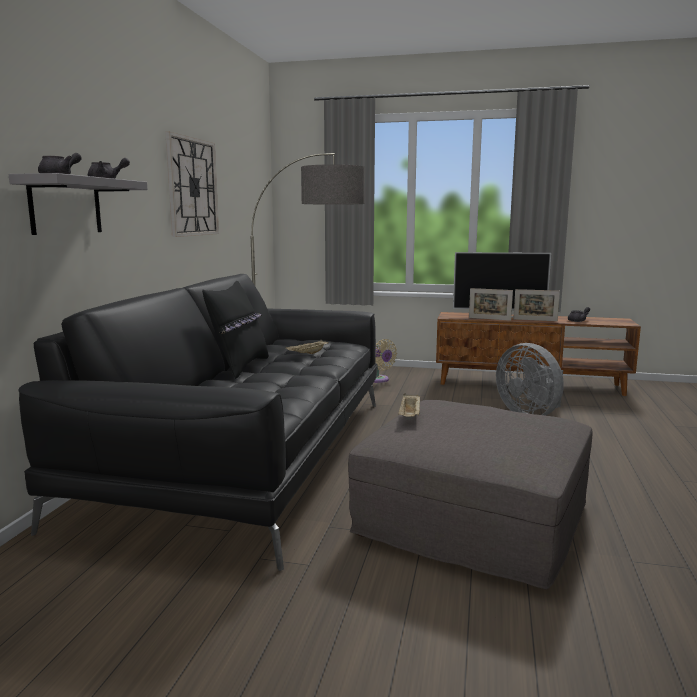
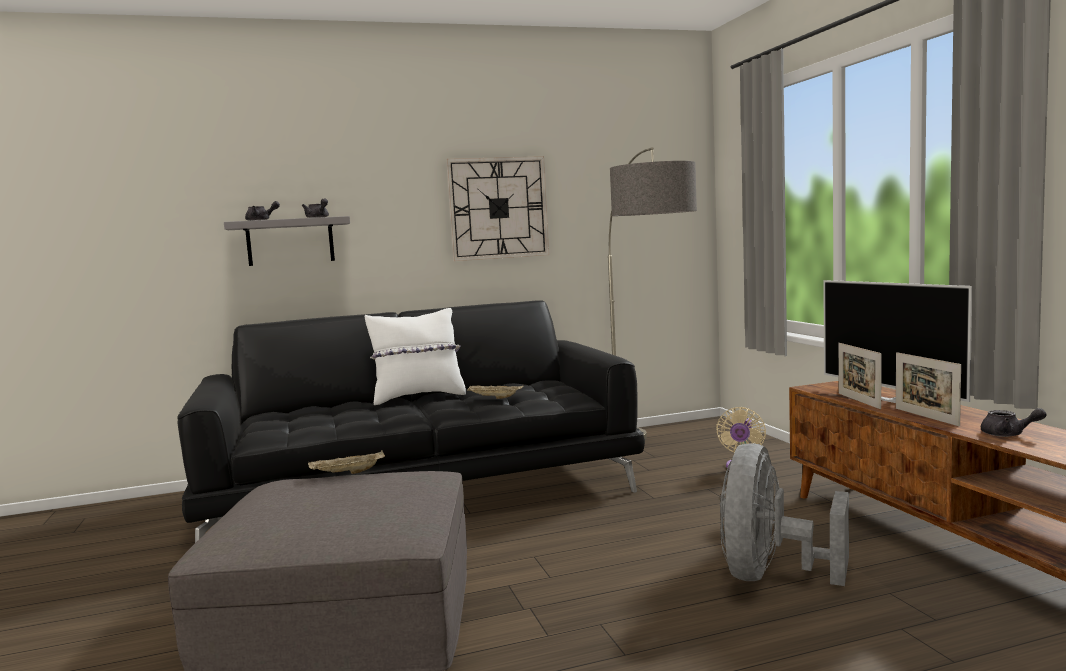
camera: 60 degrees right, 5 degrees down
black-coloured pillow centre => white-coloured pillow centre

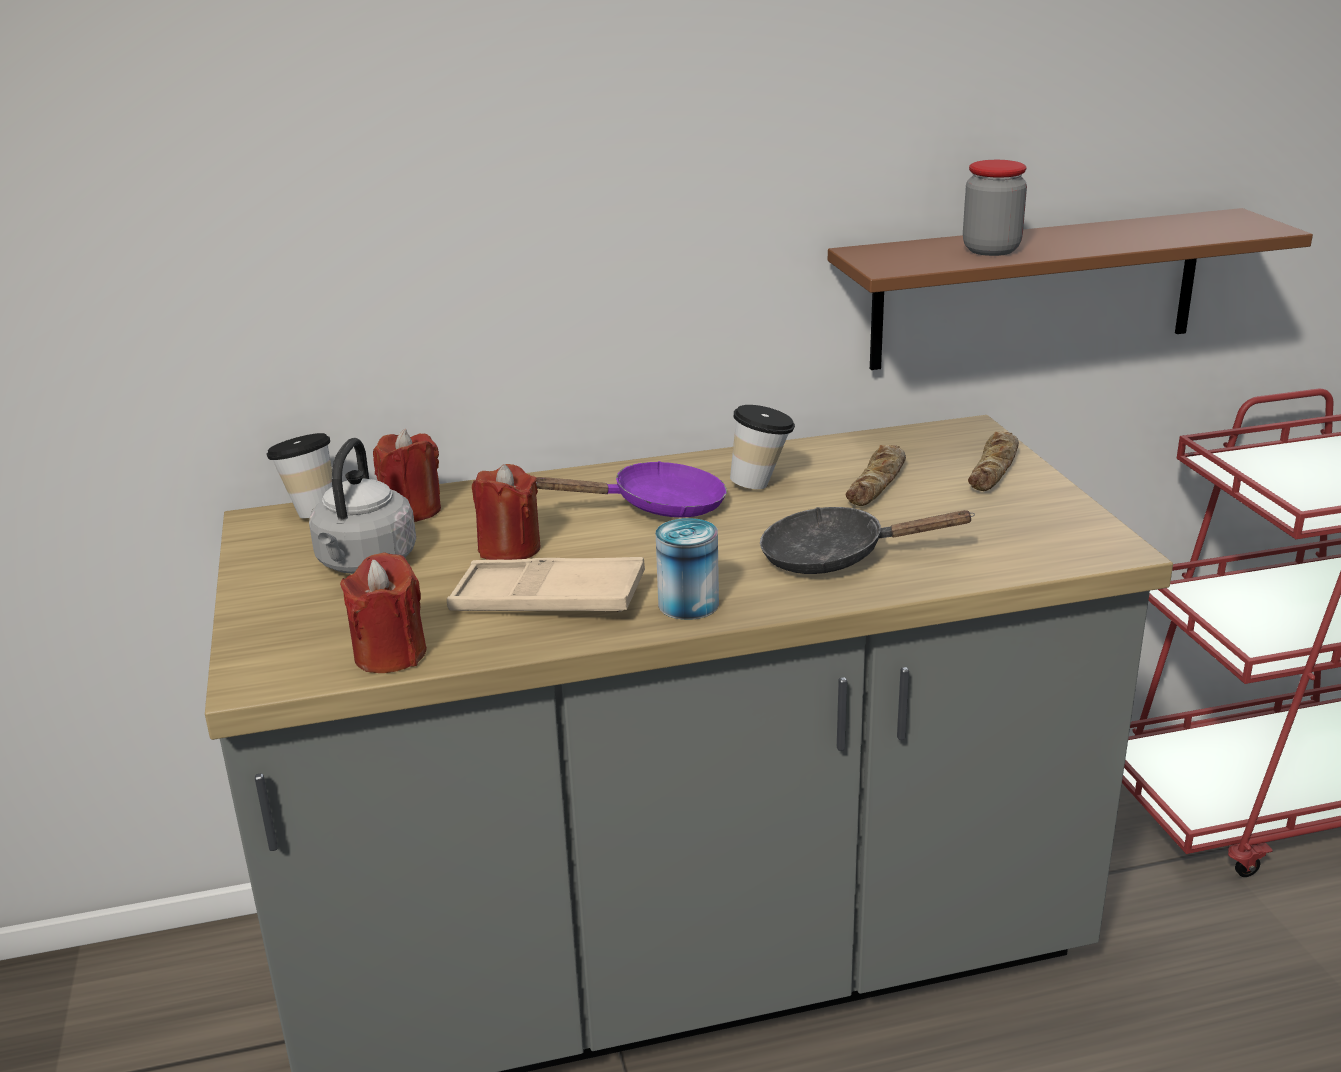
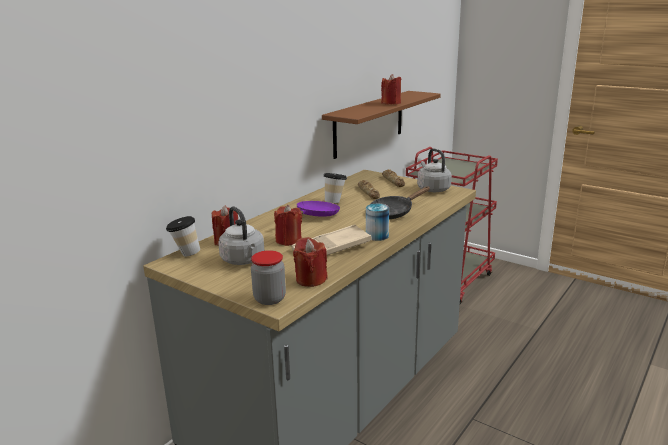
camera: 40 degrees left, 5 degrees down
jar top right => jar centre, move
nothing => reddish wax candle (4th from left) top centre
nothing => greyish kettle (2nd from left) centre

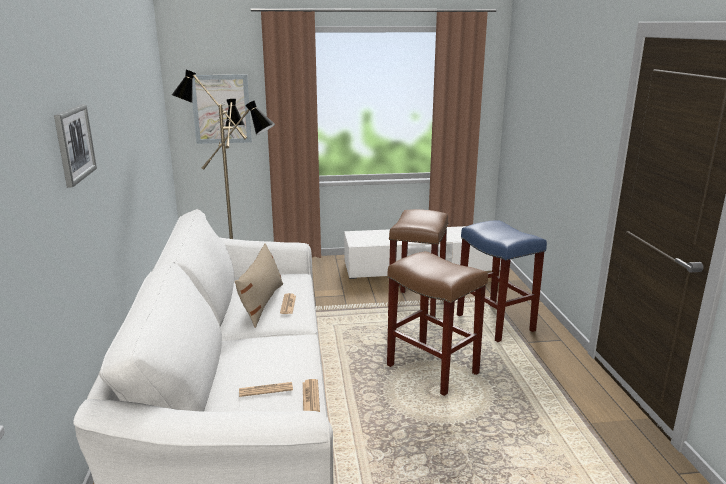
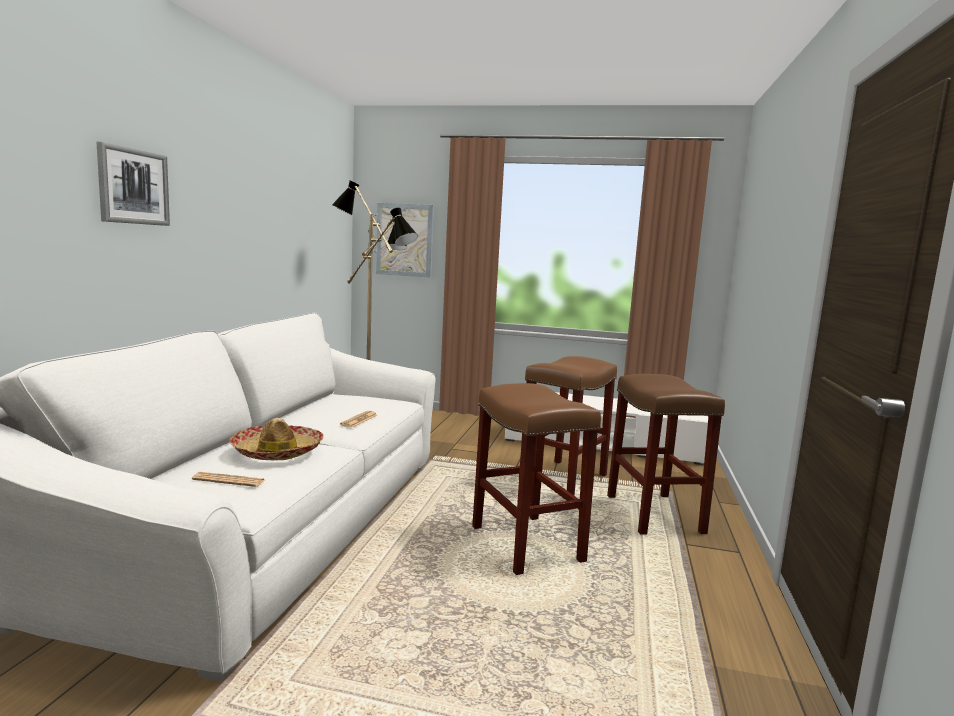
camera: 20 degrees right, 10 degrees down
blue sitting stool middle right => brown-coloured sitting stool (3rd from left) middle right
beige pillow centre => nothing
printed paper (3rd from left) bottom centre => nothing
nothing => clothing hat middle left

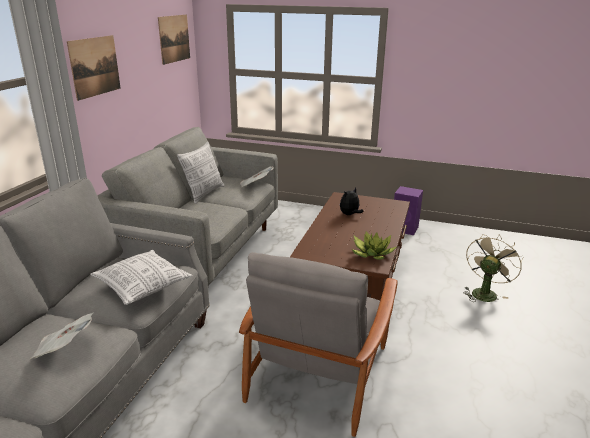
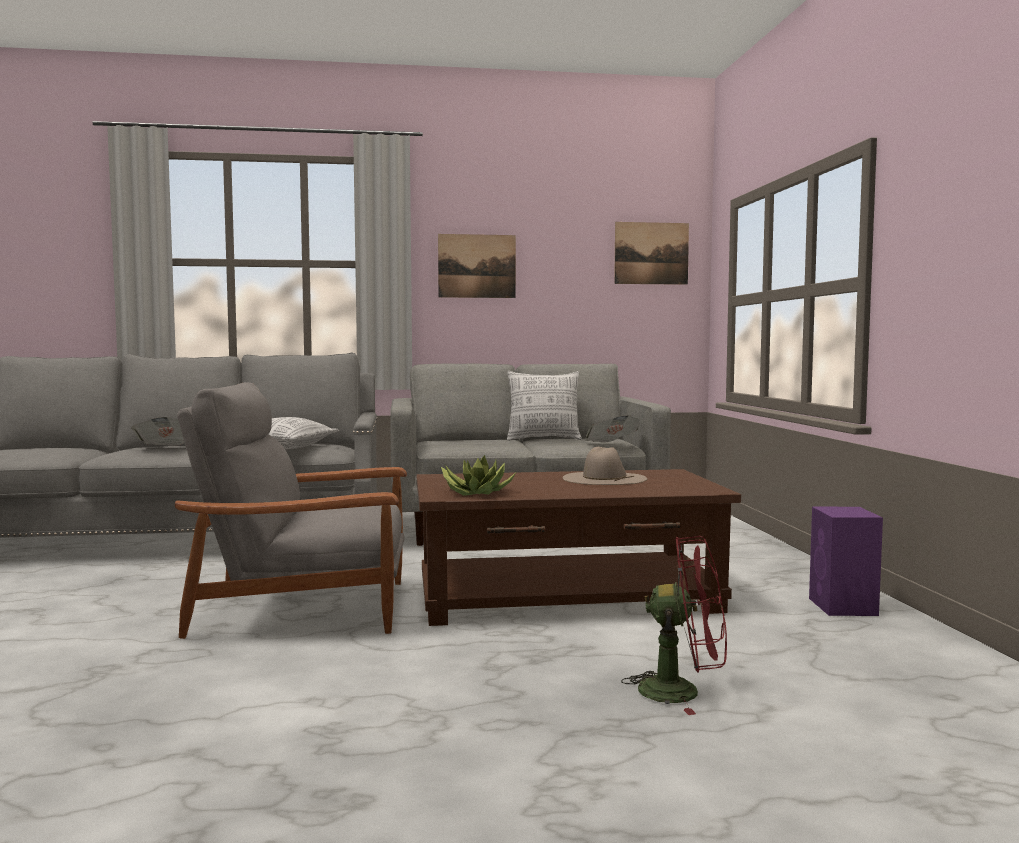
camera: 65 degrees right, 20 degrees down
plush toy centre => beige clothing hat centre
beige cooling fan middle right => reddish cooling fan bottom centre

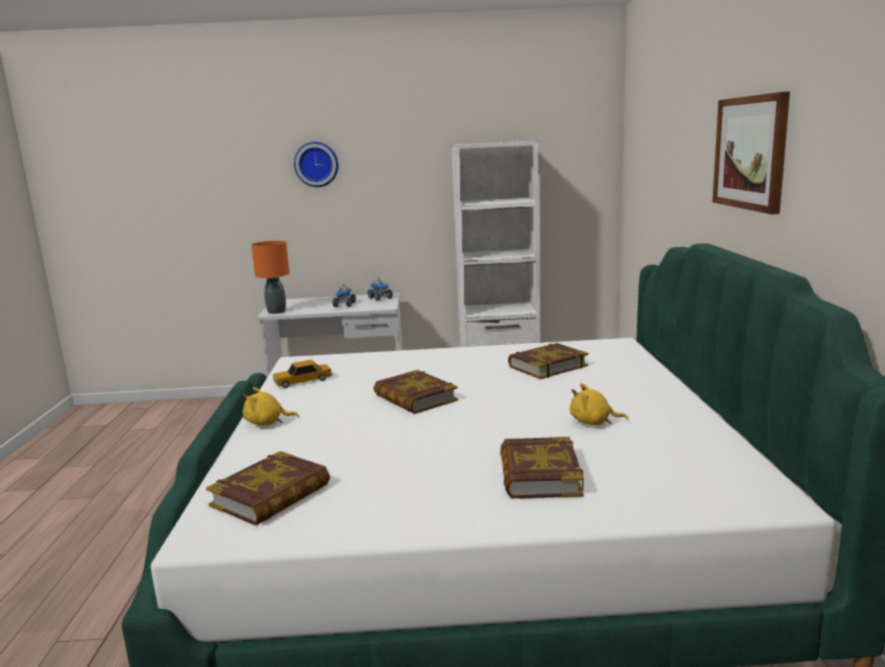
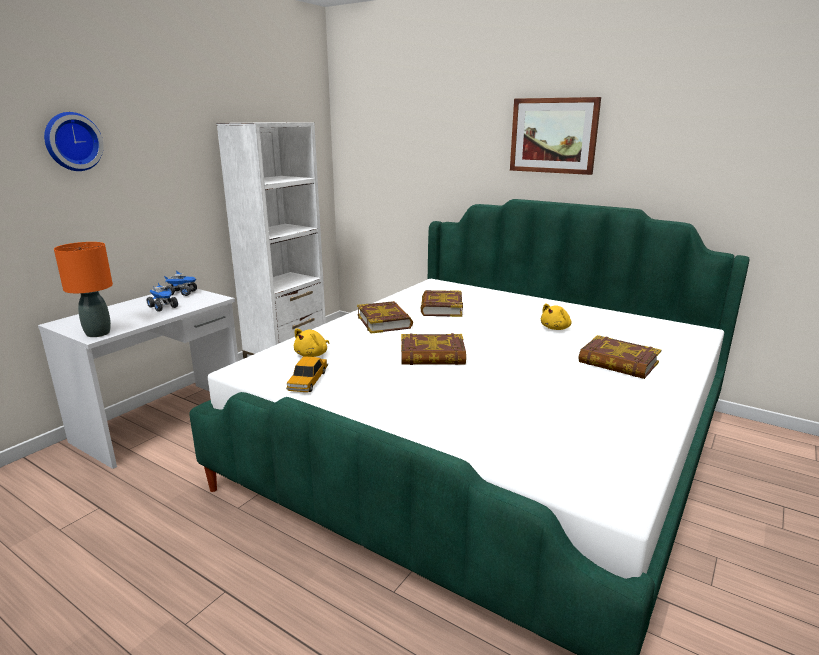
camera: 55 degrees left, 5 degrees up
yellow plush toy (1st from left) middle left => yellow plush toy (1st from left) centre, move
volume (1st from left) bottom left => volume (1st from left) centre, move

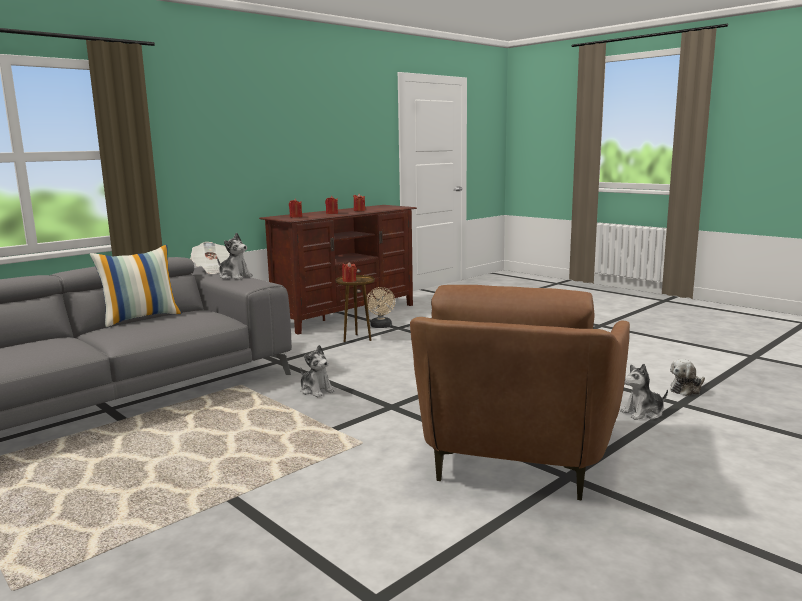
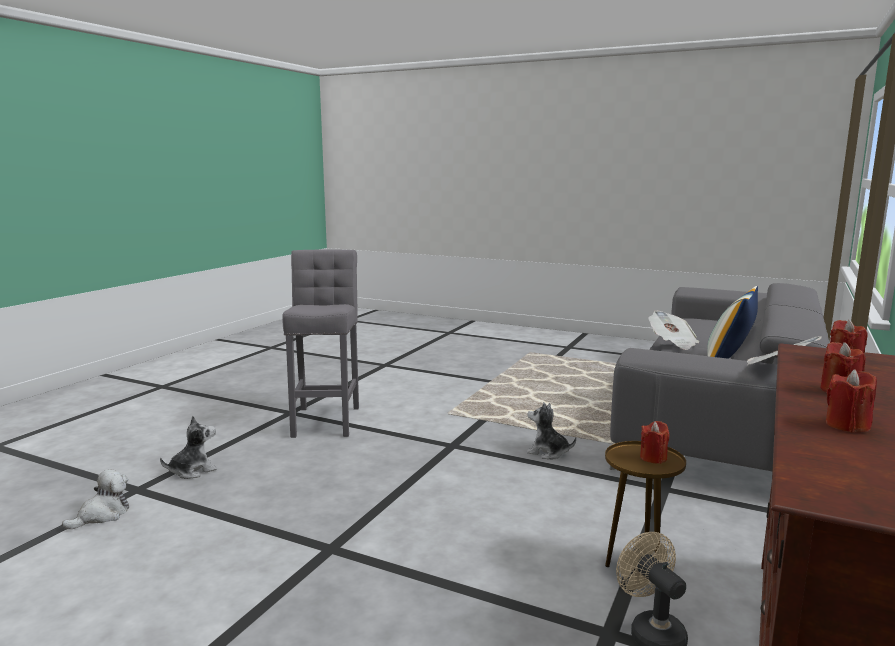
camera: 160 degrees right, 0 degrees up
plush toy (1st from left) middle left => nothing
brown-coloured lounge chair centre => greyish sitting stool centre
nothing => printed paper (1st from left) middle right

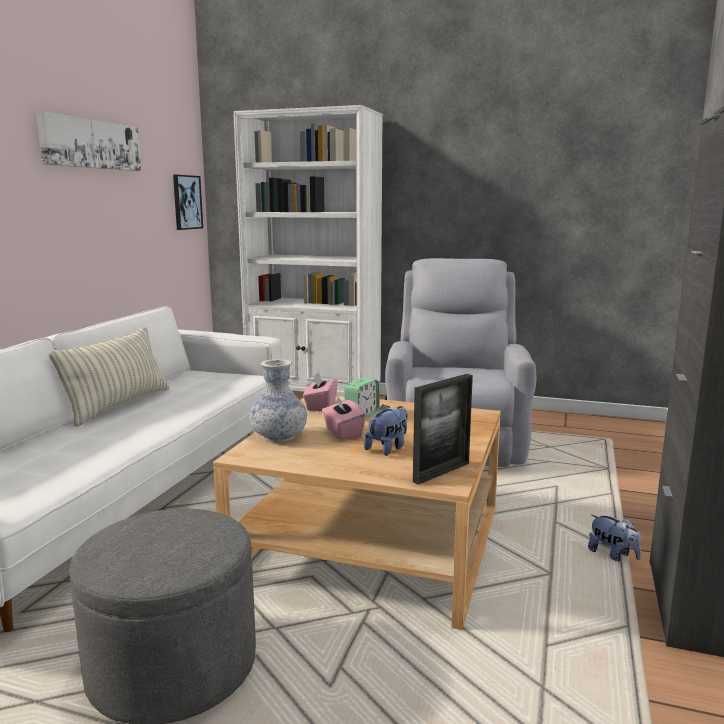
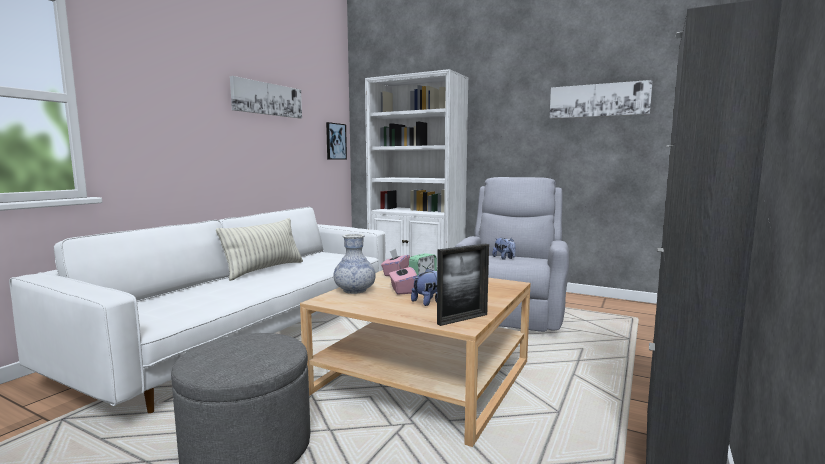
camera: 10 degrees right, 5 degrees down
plush toy (2nd from left) bottom right => plush toy (2nd from left) centre, move
nothing => wall art (3rd from left) top right

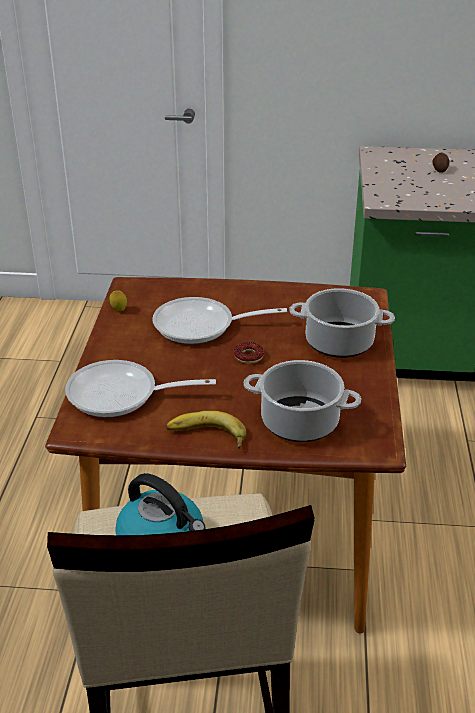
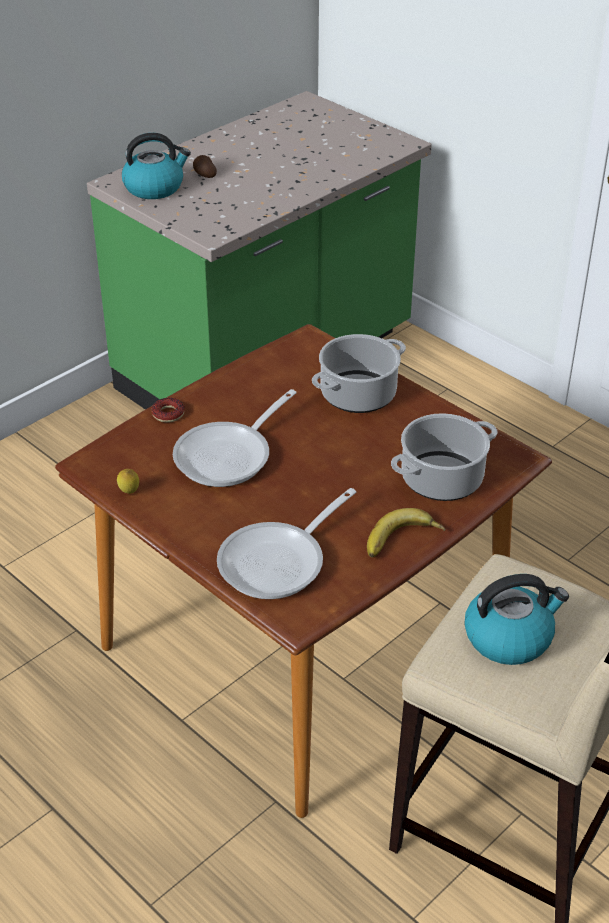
camera: 50 degrees left, 5 degrees up
doughnut centre => doughnut middle left, move
nothing => kettle (1st from left) top left

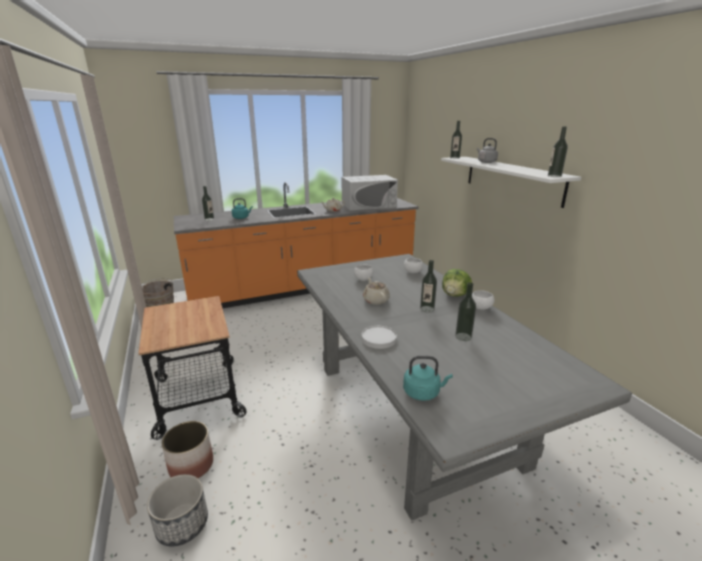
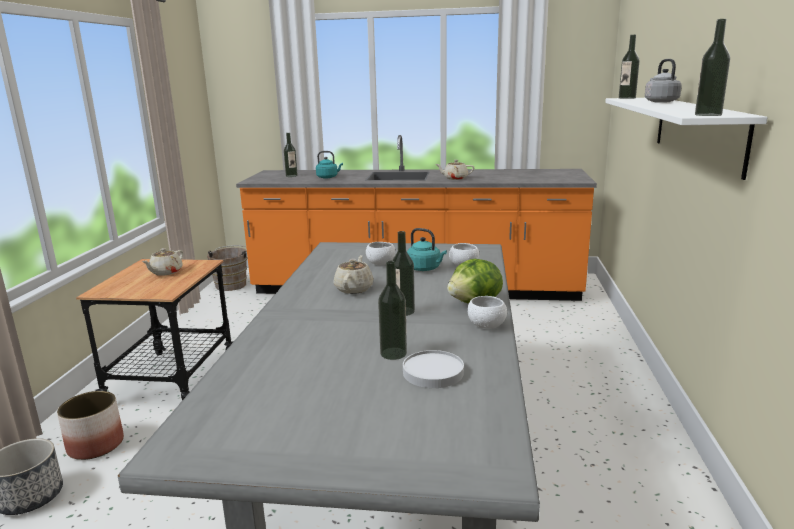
camera: 30 degrees right, 5 degrees down
white-coloured microwave centre => nothing
white-coloured plate centre => white-coloured plate bottom centre, move
blue-green kettle (2nd from left) bottom centre => blue-green kettle (2nd from left) centre, move
nothing => beige pot for tea (1st from left) middle left

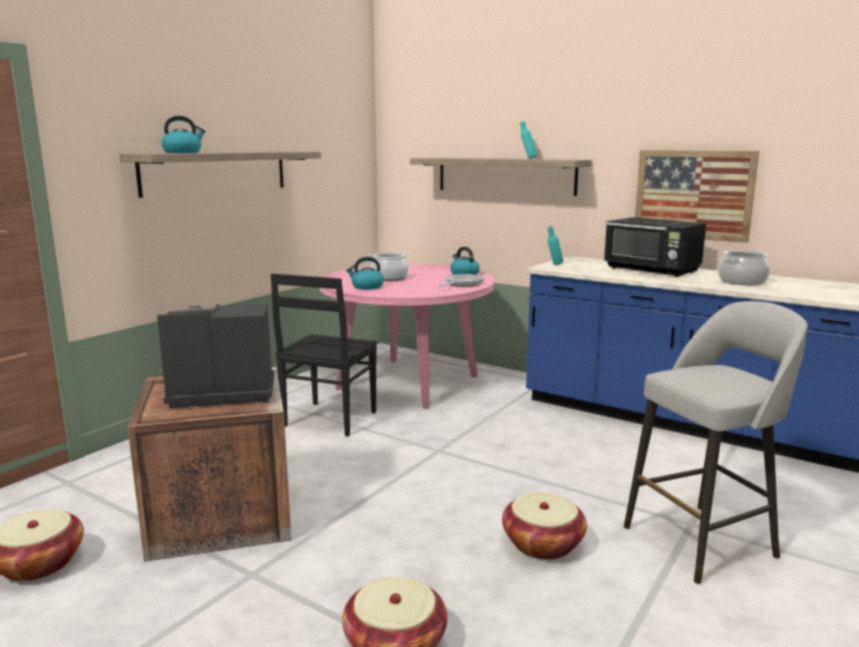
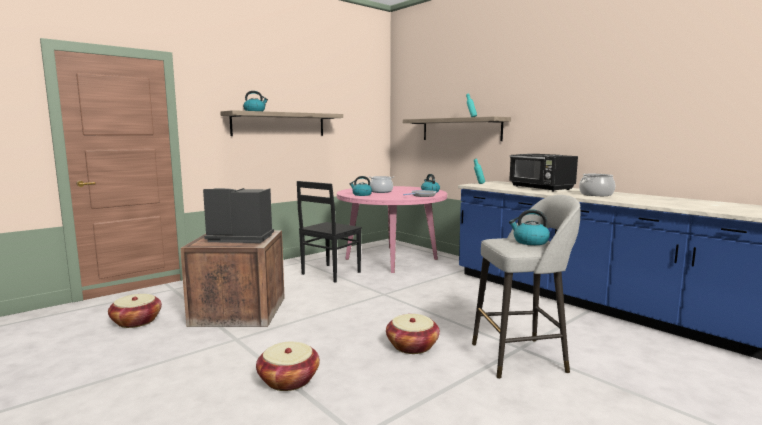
camera: 15 degrees right, 5 degrees down
wall art top right => nothing
nothing => kettle (4th from left) middle right

